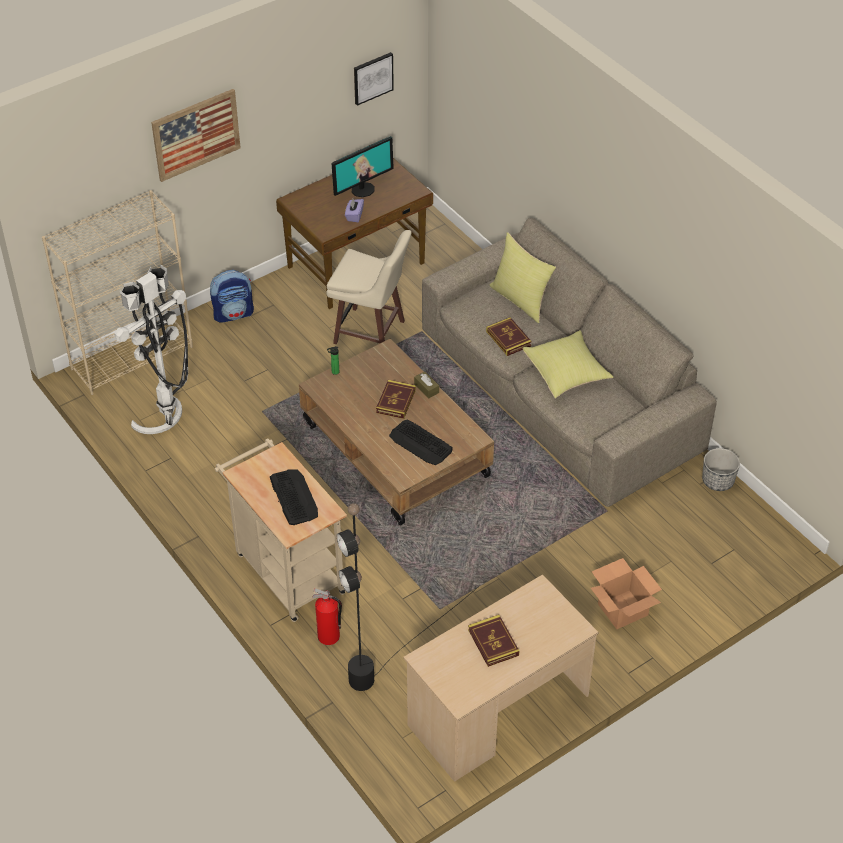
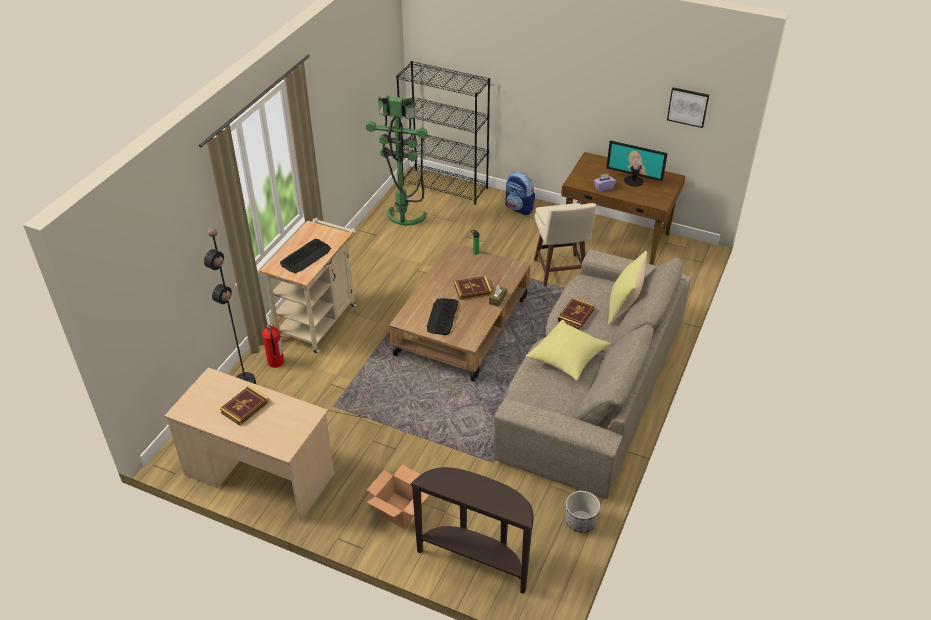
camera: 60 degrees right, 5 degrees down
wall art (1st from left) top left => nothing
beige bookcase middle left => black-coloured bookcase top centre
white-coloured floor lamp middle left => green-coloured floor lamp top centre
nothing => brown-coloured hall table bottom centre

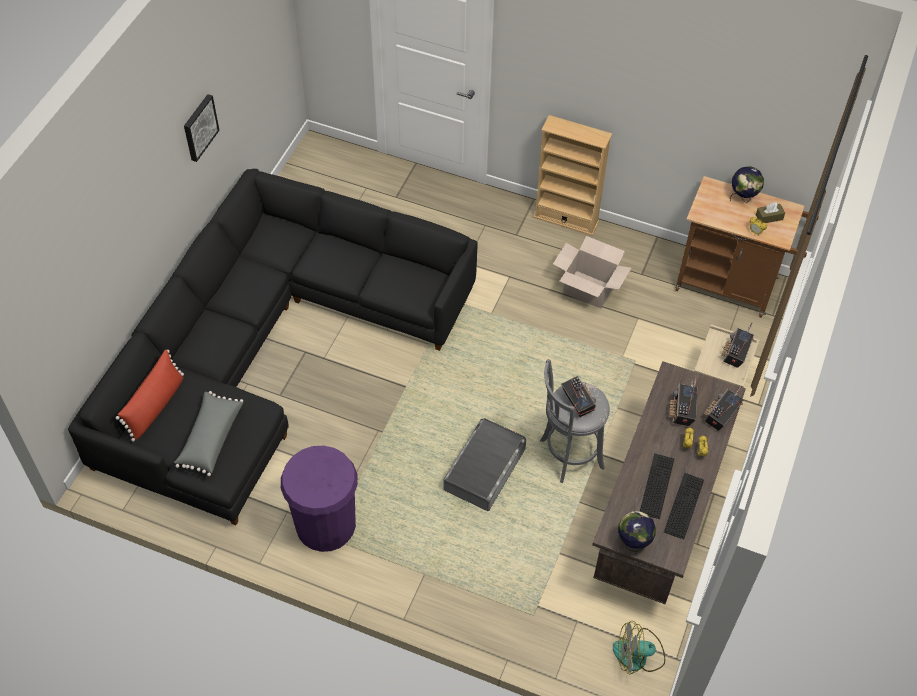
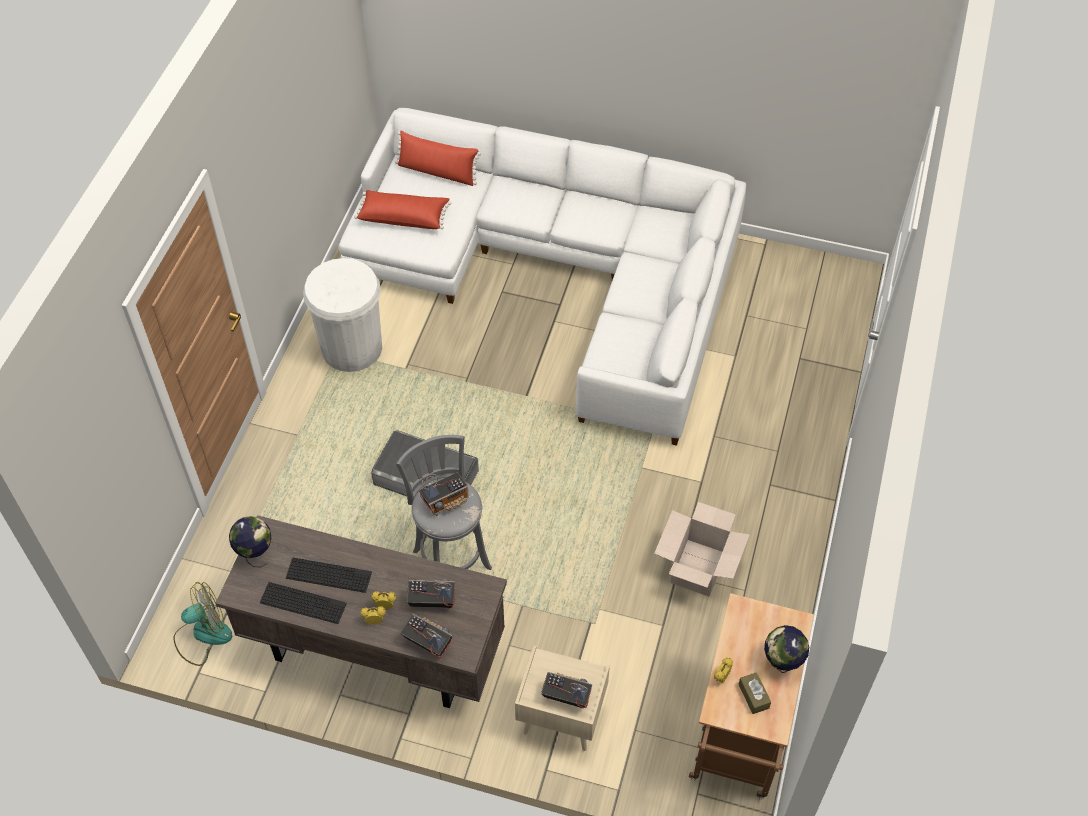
camera: 85 degrees right, 0 degrees up
wall art top left => nothing
beige bookcase top centre => nothing
black-coloured sofa middle left => white-coloured sofa centre
greyish pillow middle left => reddish pillow (1st from left) top centre
purplish rubbish bin bottom centre => white-coloured rubbish bin middle left
cooling fan bottom right => cooling fan bottom left, 75 degrees clockwise

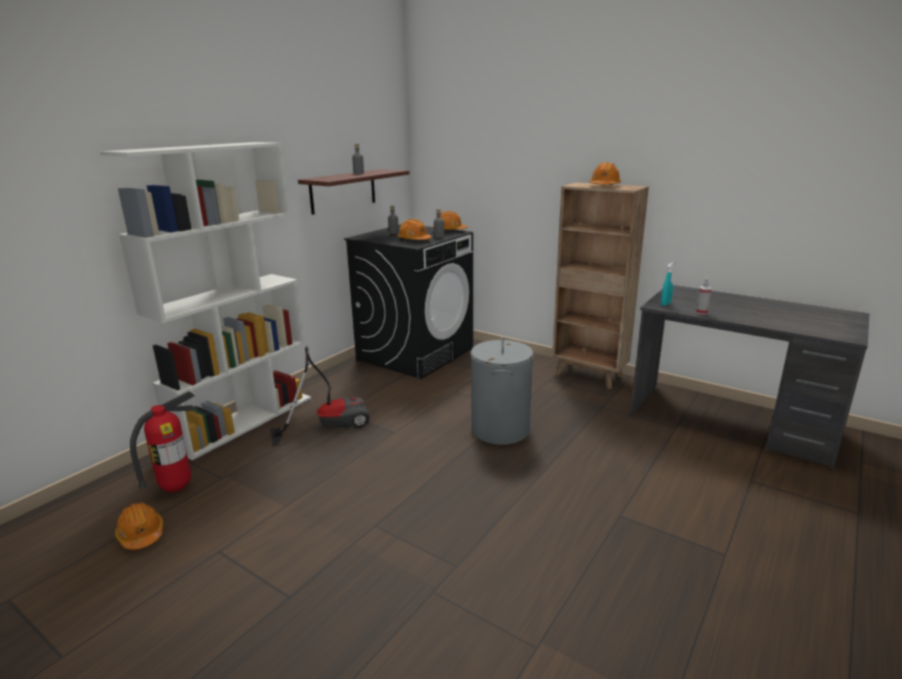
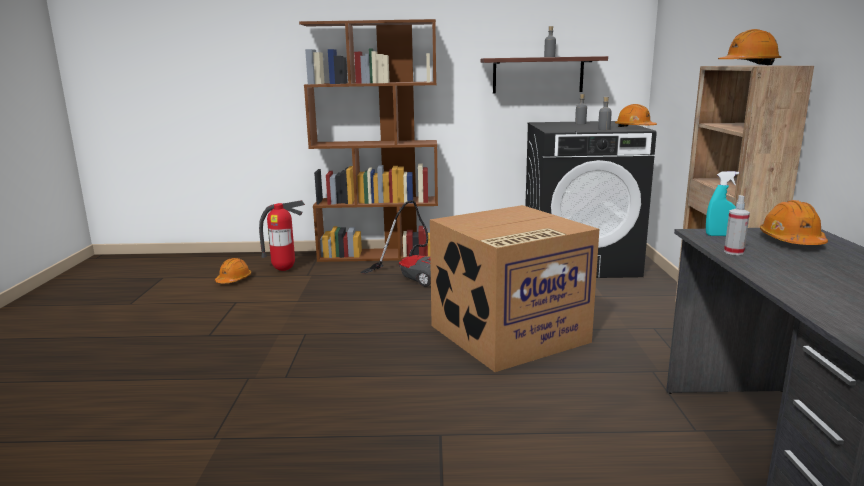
camera: 55 degrees right, 5 degrees down
white-coloured bookcase middle left => brown-coloured bookcase (1st from left) top centre
orangey hard hat (2nd from left in the first image) centre => orangey hard hat (4th from left) middle right, move
greyish laundry basket centre => packing box centre

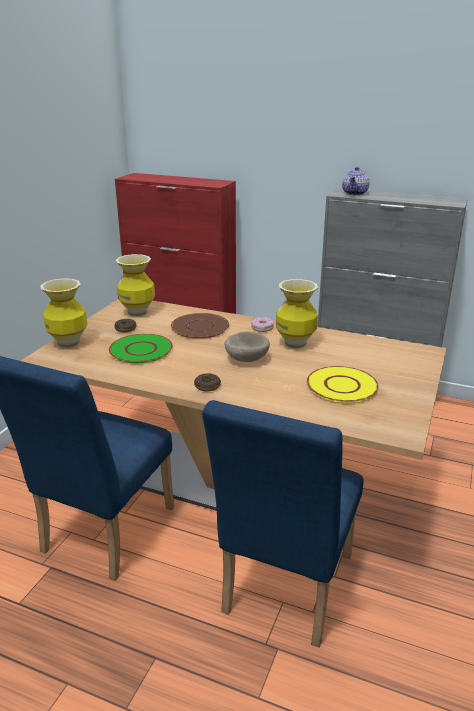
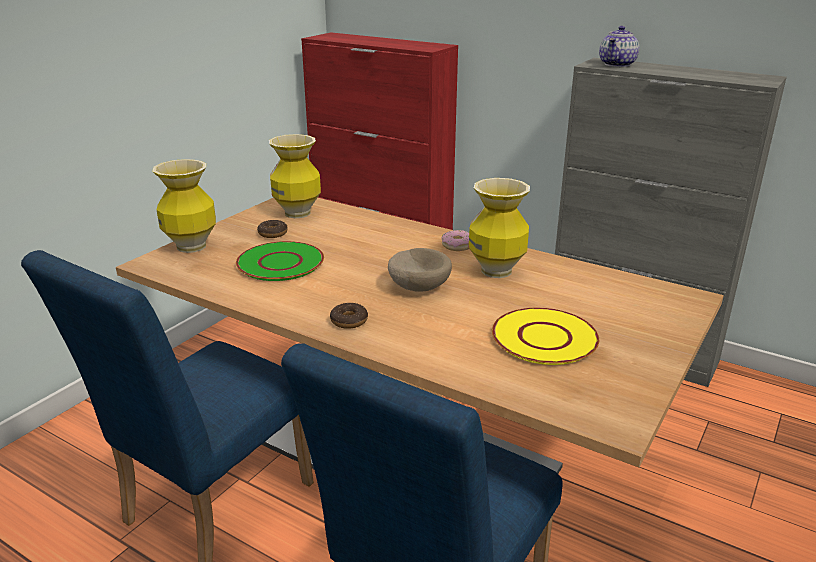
camera: 10 degrees right, 0 degrees up
brown-coloured plate centre => nothing

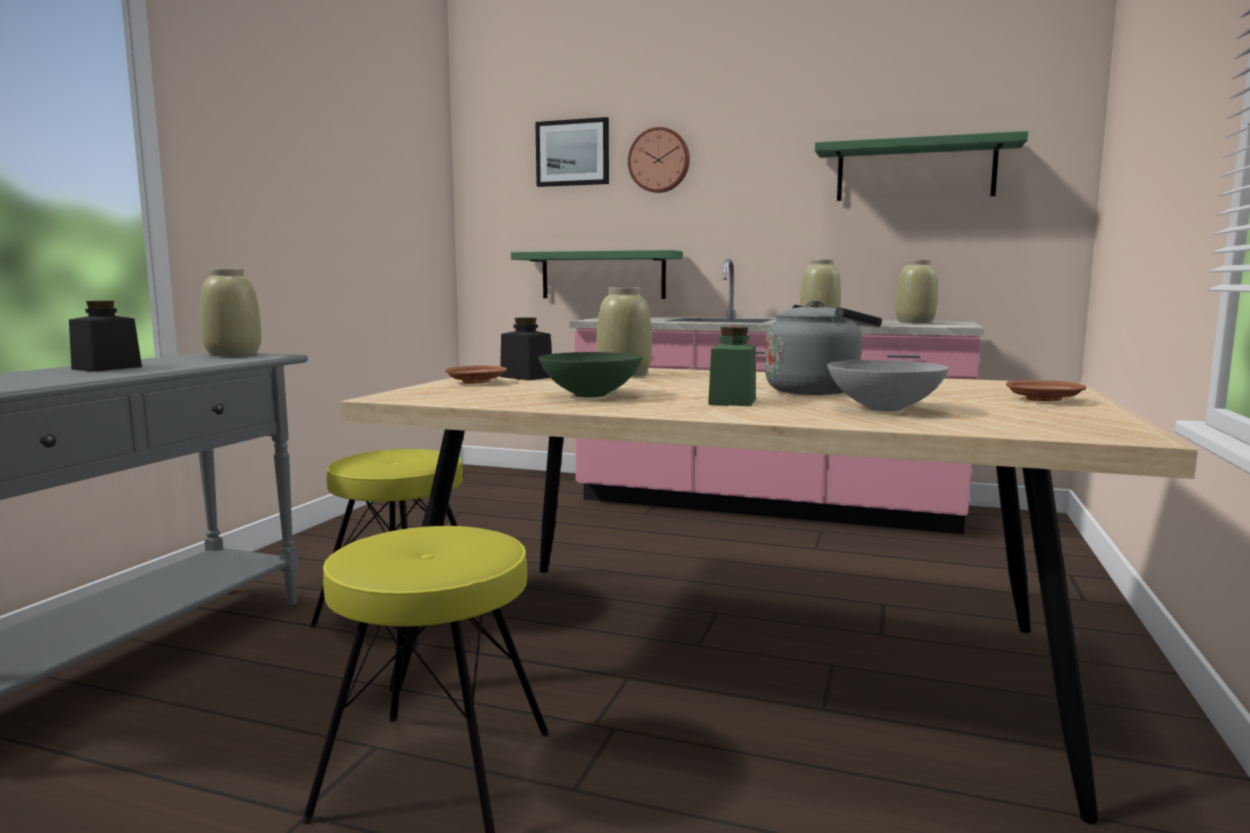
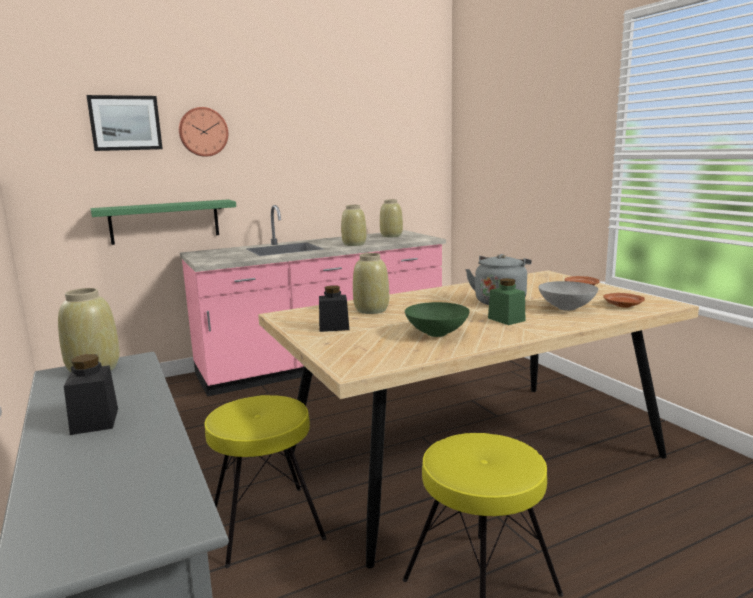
camera: 45 degrees left, 5 degrees up
green-coloured bracket shelf (2nd from left) top right => nothing
brown-coloured plate (1st from left in the first image) centre => brown-coloured plate (2nd from left) middle right, move

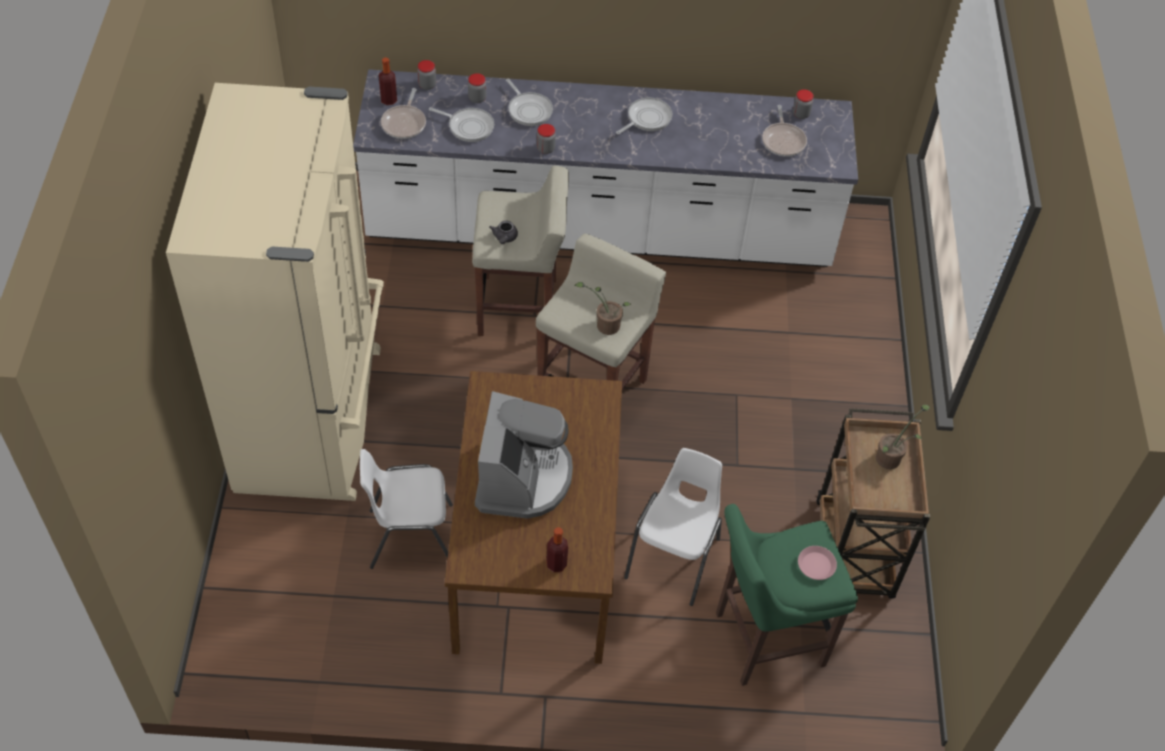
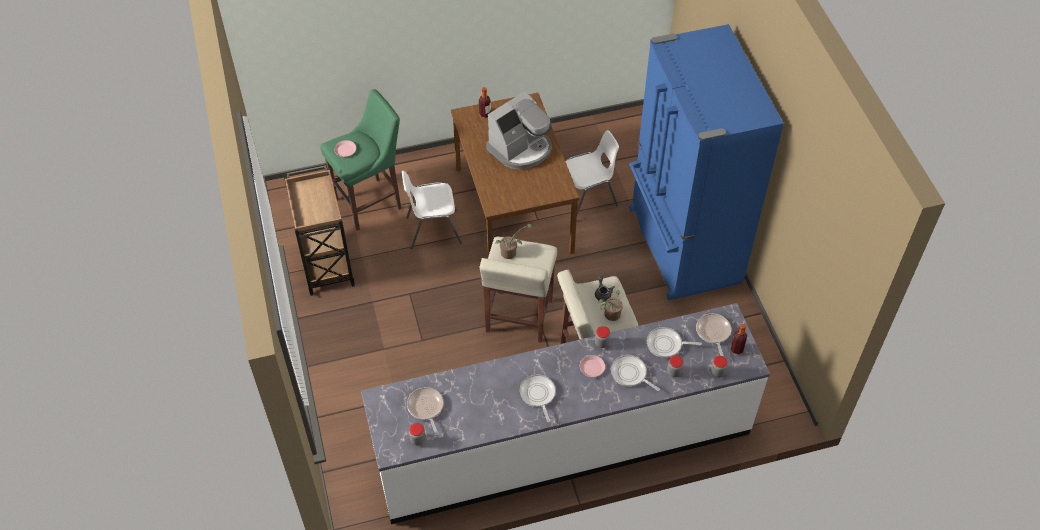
camera: 165 degrees right, 0 degrees up
beige fridge middle left => blue fridge top right
pan (4th from left in the first image) top centre => pan (2nd from left) bottom centre, 135 degrees clockwise
coffee brewer centre => coffee brewer top centre, 120 degrees counterclockwise
potted plant (2nd from left) middle right => potted plant (2nd from left) centre, move
white-coloured chair (2nd from left in the first image) bottom centre => white-coloured chair (1st from left) centre, 75 degrees clockwise
nothing => pink-coloured plate (2nd from left) bottom centre

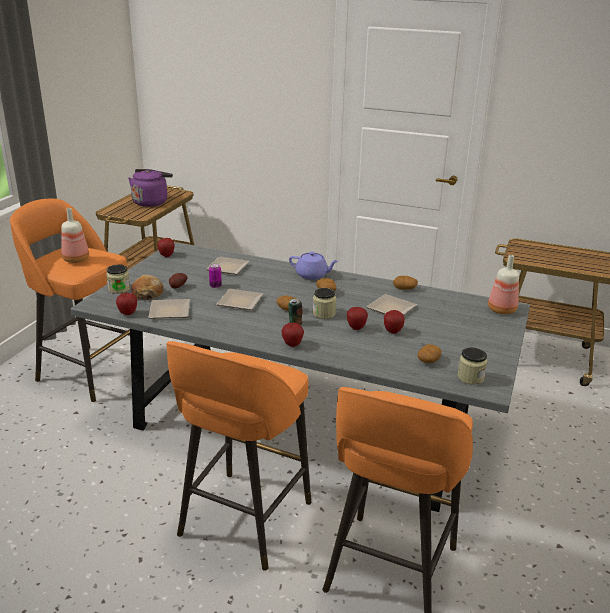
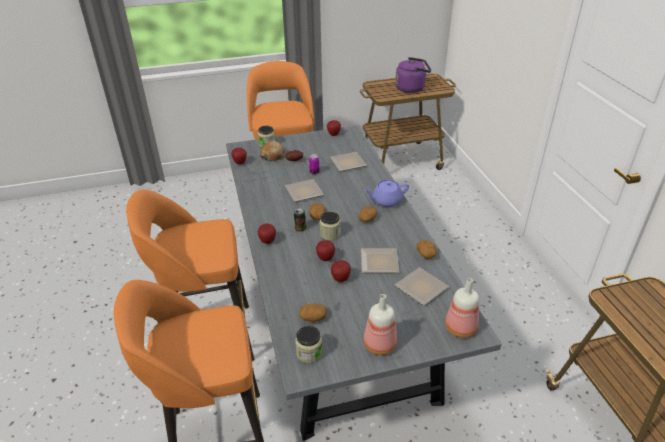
camera: 55 degrees right, 10 degrees up
drink bottle (1st from left) middle left => drink bottle (1st from left) bottom centre, move
purplish pot for tea centre, 90 degrees clockwise
plate (1st from left in the first image) middle left => plate (4th from left) centre, move

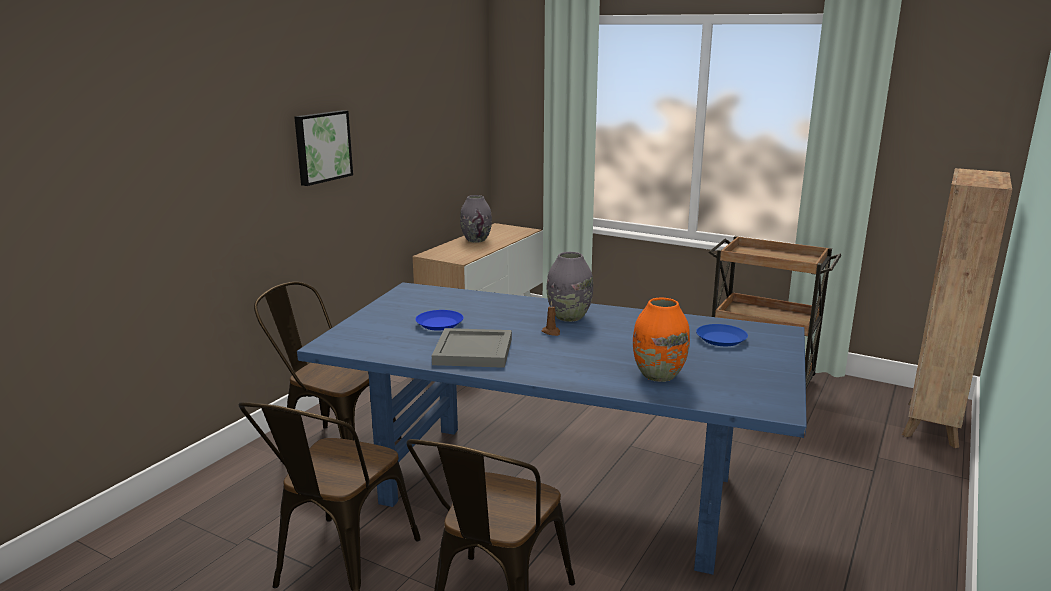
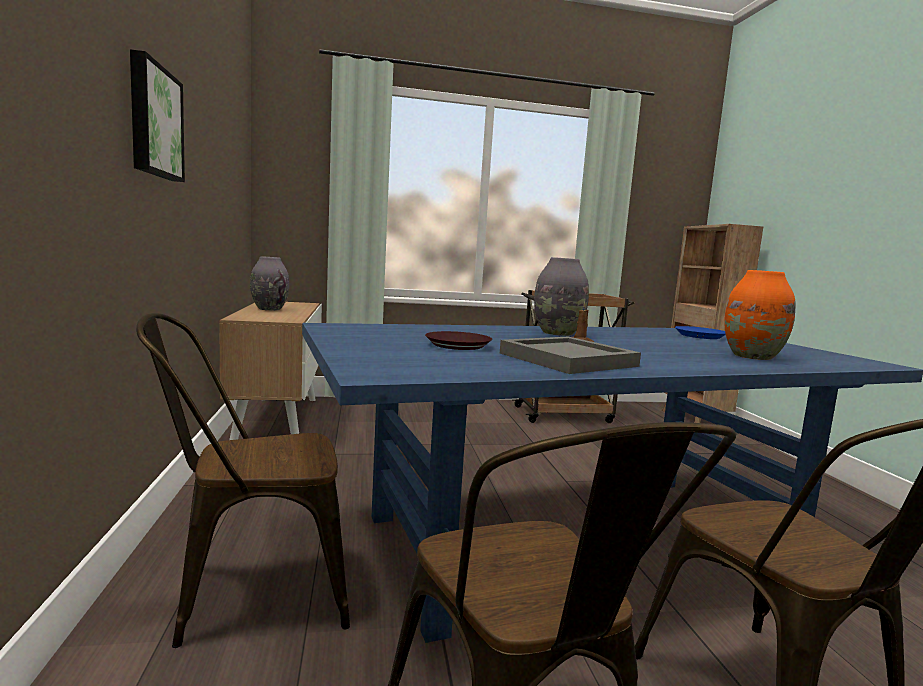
camera: 40 degrees left, 10 degrees down
blue plate (1st from left) centre => brown-coloured plate centre

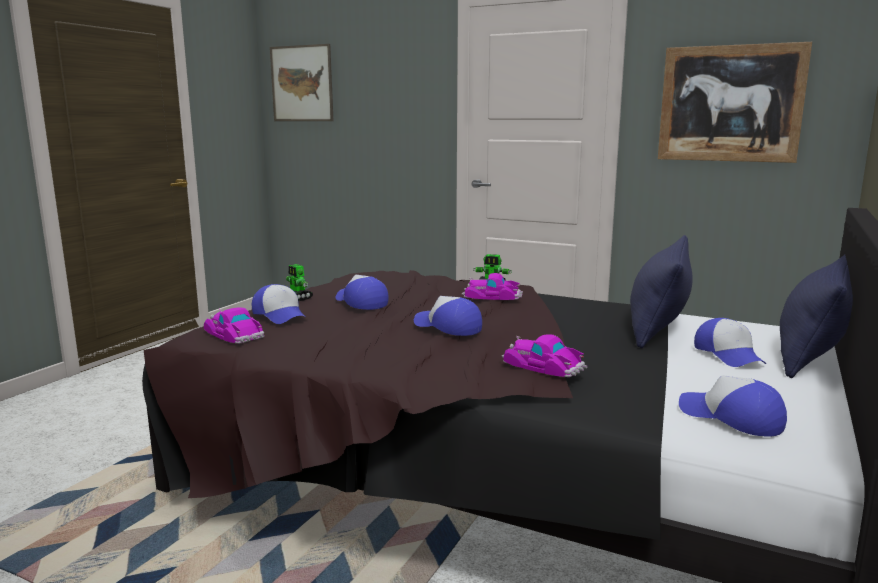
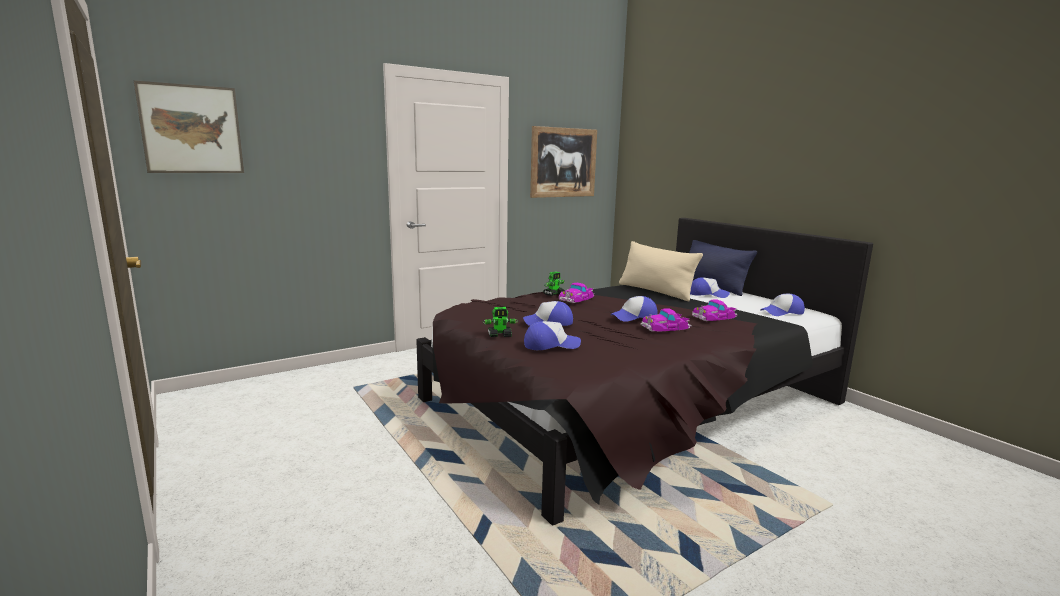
camera: 60 degrees left, 0 degrees up
blue pillow (1st from left) middle right => beige pillow centre
model car (1st from left in the first image) middle left => model car (2nd from left) centre, move

